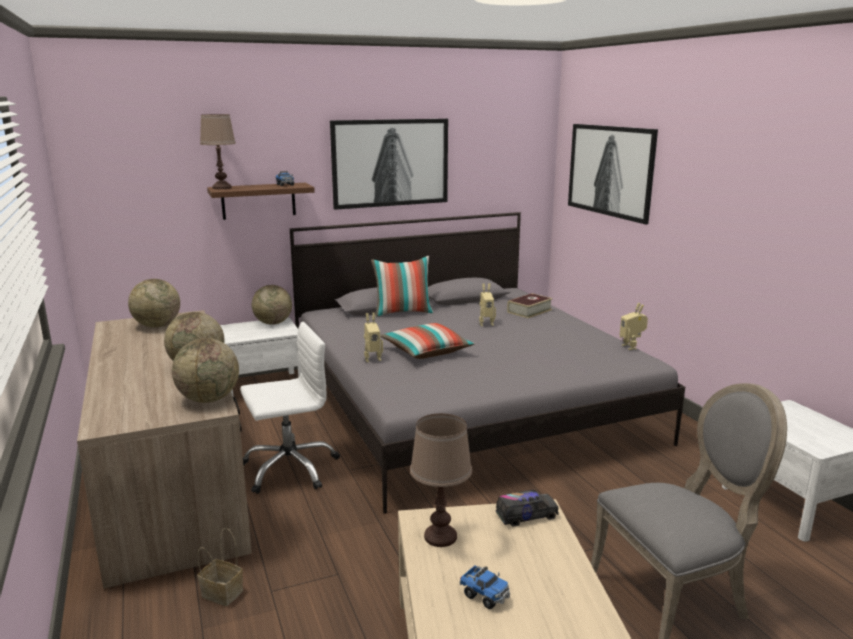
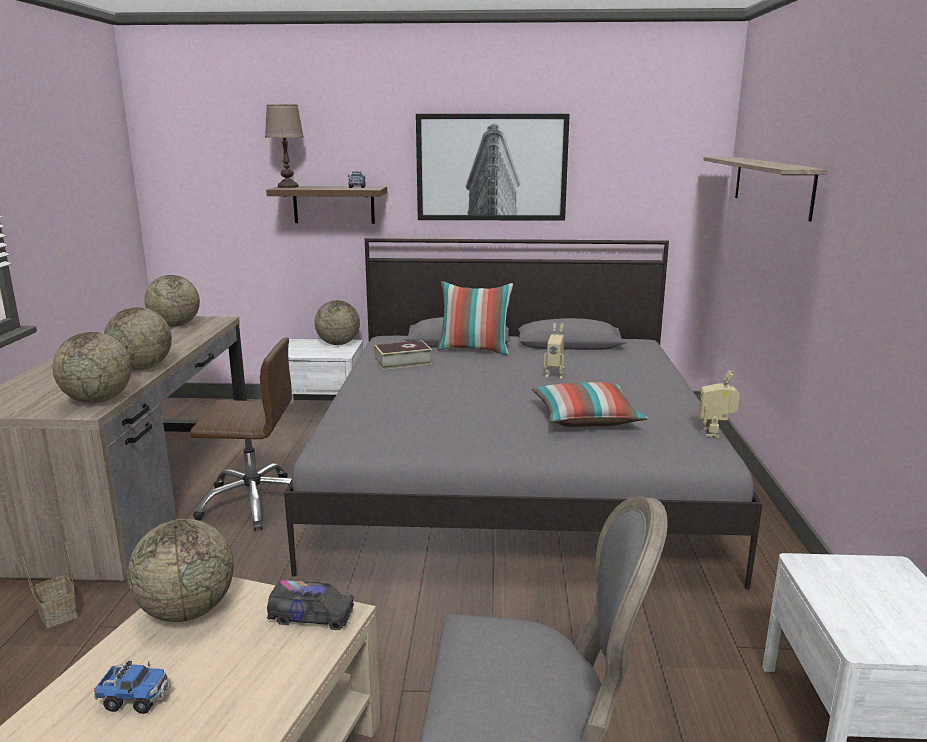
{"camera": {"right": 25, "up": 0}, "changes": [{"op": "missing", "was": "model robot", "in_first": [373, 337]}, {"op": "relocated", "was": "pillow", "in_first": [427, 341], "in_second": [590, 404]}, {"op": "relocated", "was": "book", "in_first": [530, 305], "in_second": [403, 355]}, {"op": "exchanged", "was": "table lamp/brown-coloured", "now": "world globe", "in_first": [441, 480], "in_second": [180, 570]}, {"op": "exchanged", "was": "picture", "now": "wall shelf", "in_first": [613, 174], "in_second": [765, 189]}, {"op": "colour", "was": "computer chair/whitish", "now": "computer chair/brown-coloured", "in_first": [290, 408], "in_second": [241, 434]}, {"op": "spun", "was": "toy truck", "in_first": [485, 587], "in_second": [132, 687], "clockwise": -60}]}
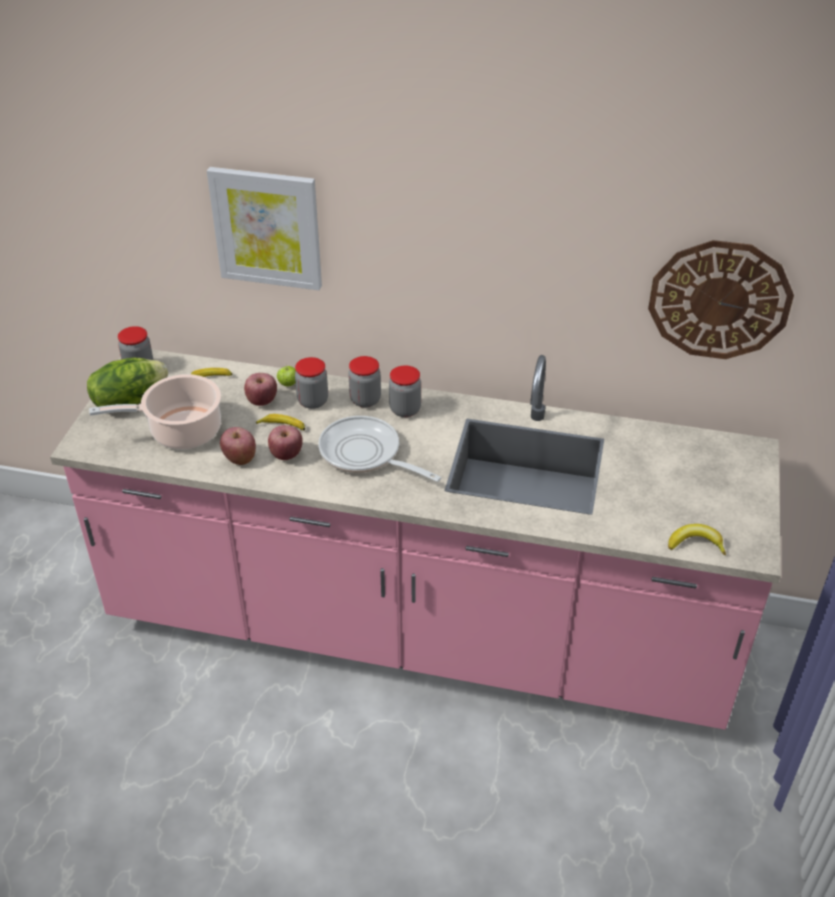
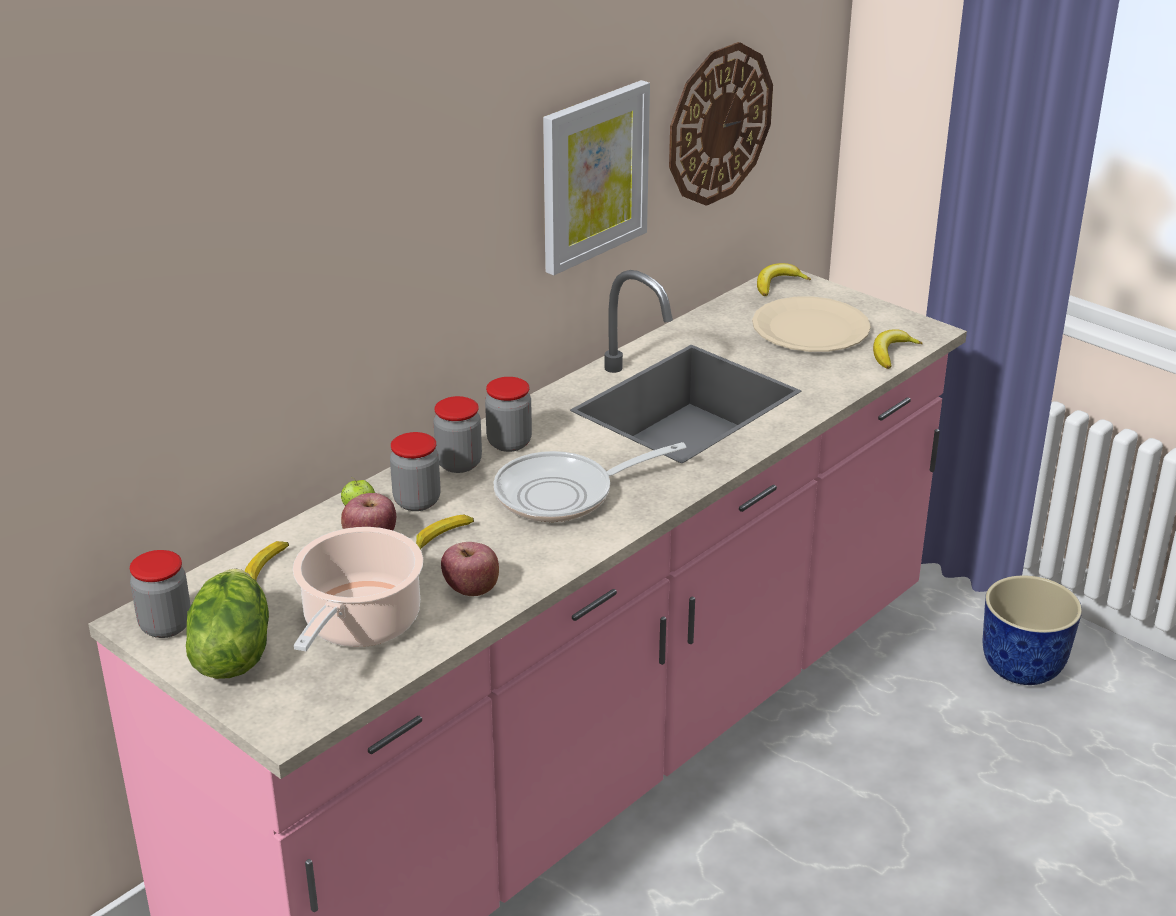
{"camera": {"right": -60, "up": -10}, "changes": [{"op": "missing", "was": "apple fruit", "in_first": [285, 442]}, {"op": "appeared", "now": "flat dish/beige", "in_second": [811, 324]}, {"op": "appeared", "now": "whole banana", "in_second": [784, 279]}, {"op": "appeared", "now": "planter", "in_second": [1032, 630]}, {"op": "relocated", "was": "picture", "in_first": [264, 228], "in_second": [596, 177]}]}
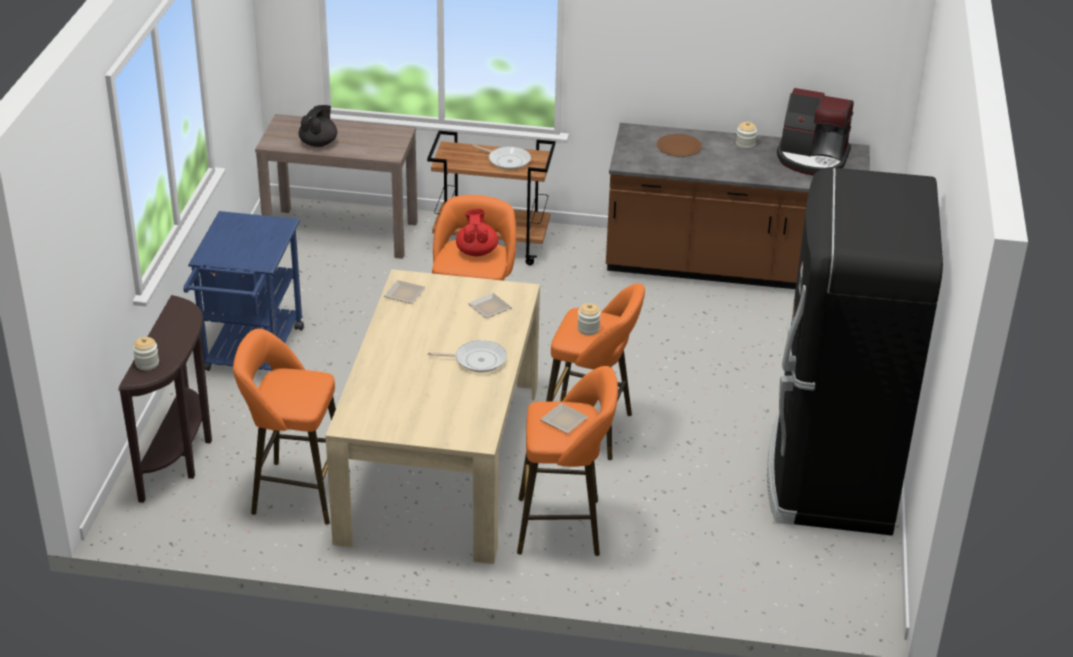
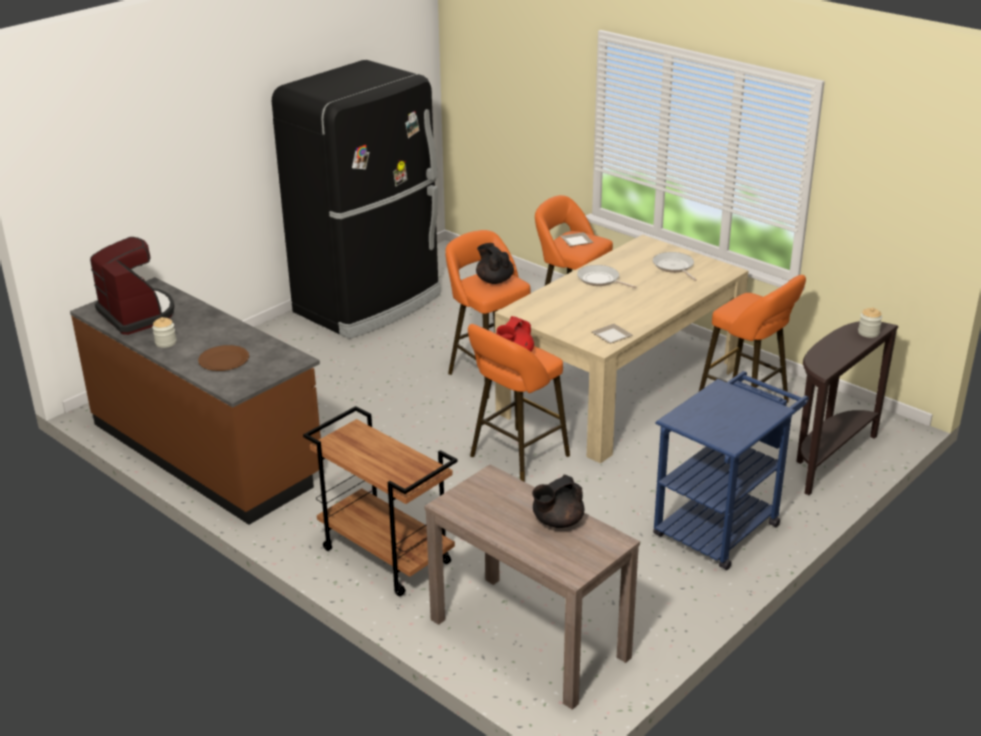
{"camera": {"right": -145, "up": -5}, "changes": [{"op": "missing", "was": "flat dish", "in_first": [490, 305]}, {"op": "relocated", "was": "skillet", "in_first": [502, 157], "in_second": [675, 266]}, {"op": "exchanged", "was": "jar", "now": "teapot/blackish", "in_first": [589, 319], "in_second": [495, 263]}]}
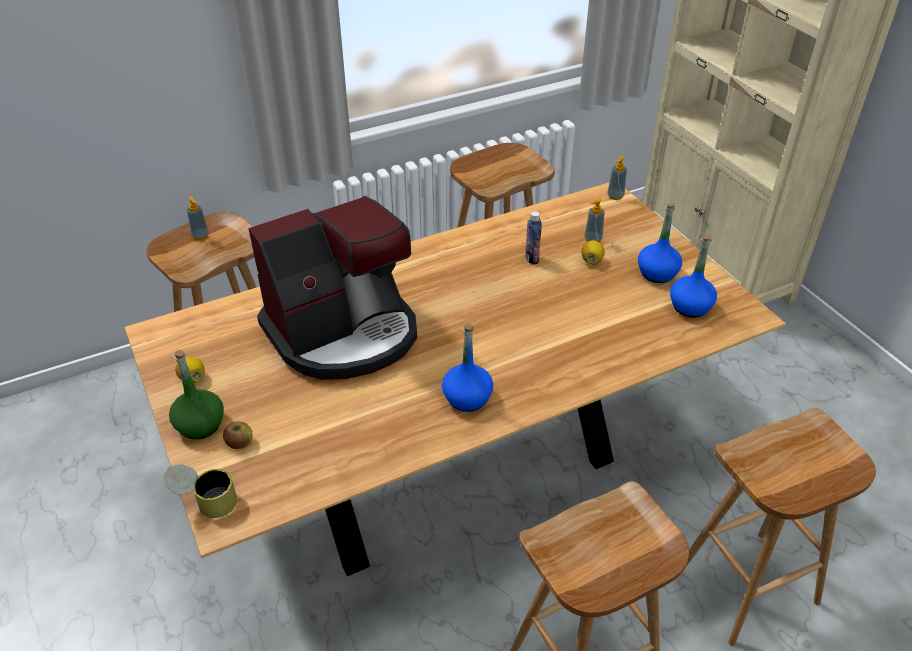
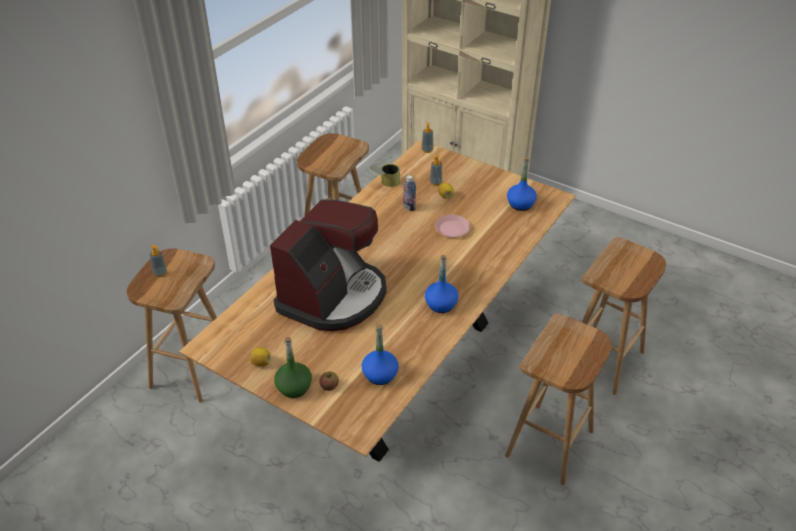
{"camera": {"right": -30, "up": 0}, "changes": [{"op": "appeared", "now": "flat dish/pink-coloured", "in_second": [452, 226]}, {"op": "relocated", "was": "metal can", "in_first": [200, 491], "in_second": [385, 175]}, {"op": "relocated", "was": "drink bottle/blue", "in_first": [660, 243], "in_second": [380, 354]}]}
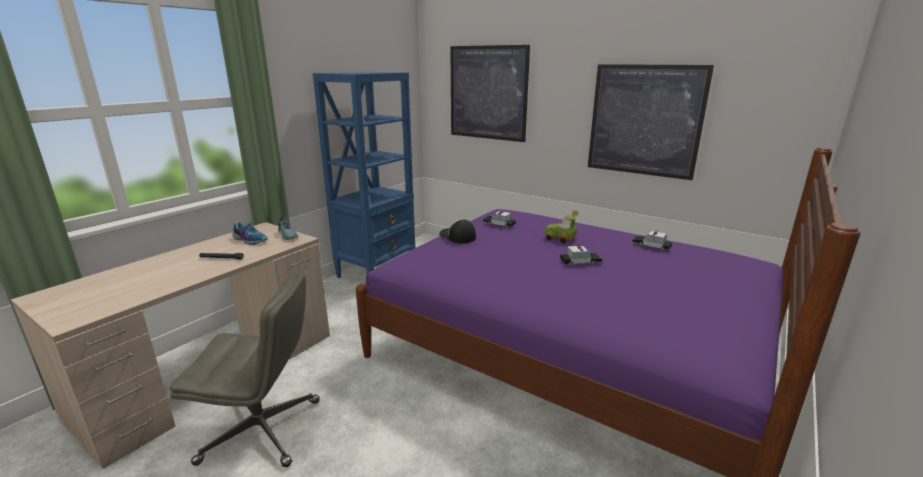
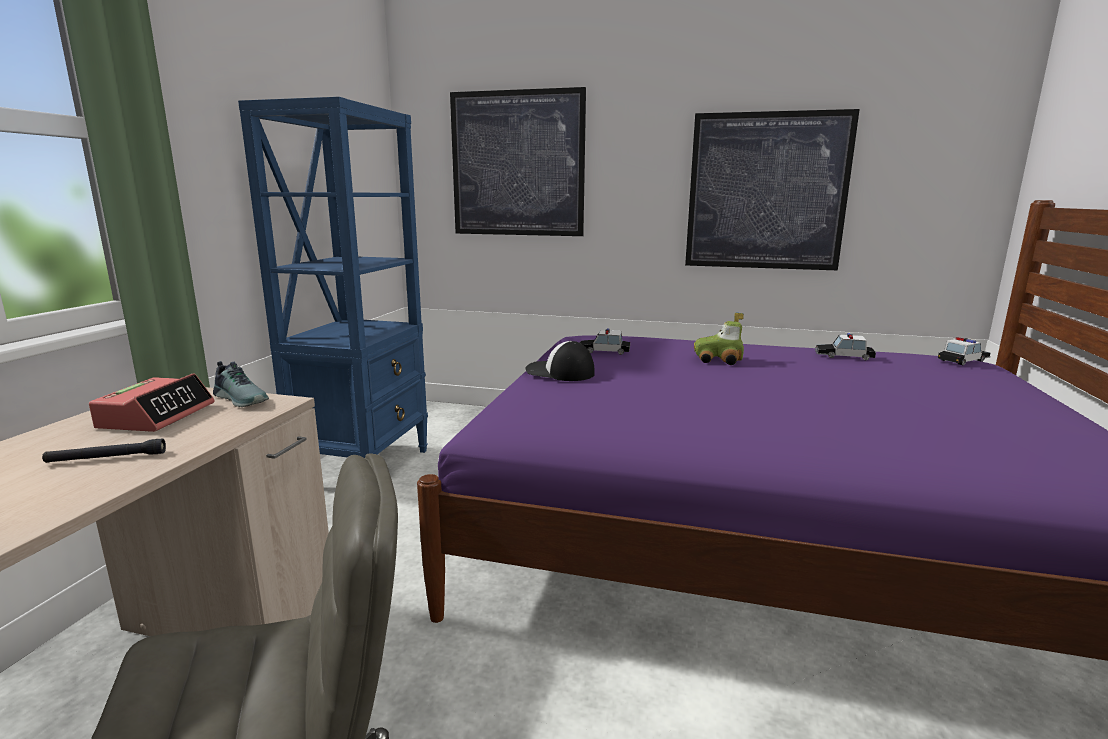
{"camera": {"right": -20, "up": -5}, "changes": [{"op": "relocated", "was": "miniature car", "in_first": [581, 255], "in_second": [964, 351]}, {"op": "exchanged", "was": "low shoe", "now": "bedside clock", "in_first": [249, 232], "in_second": [152, 402]}]}
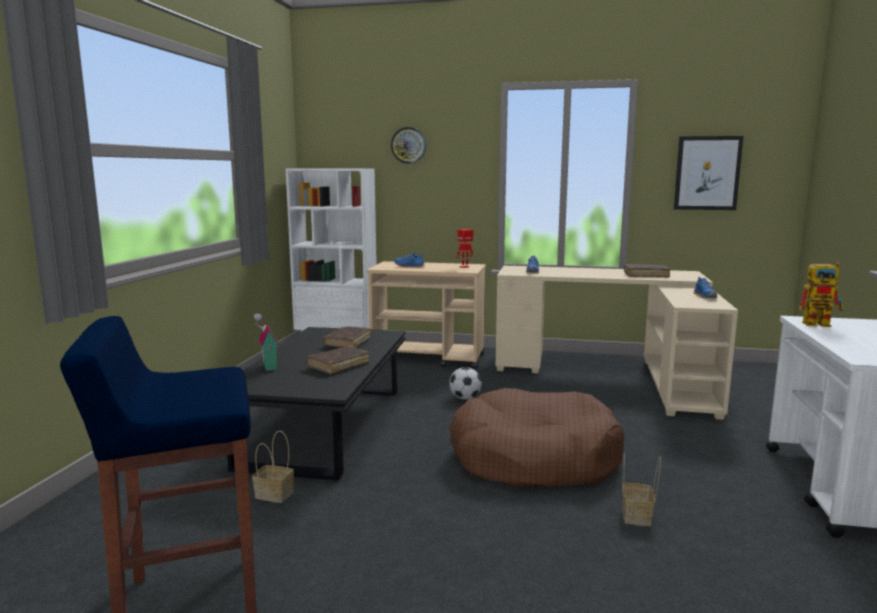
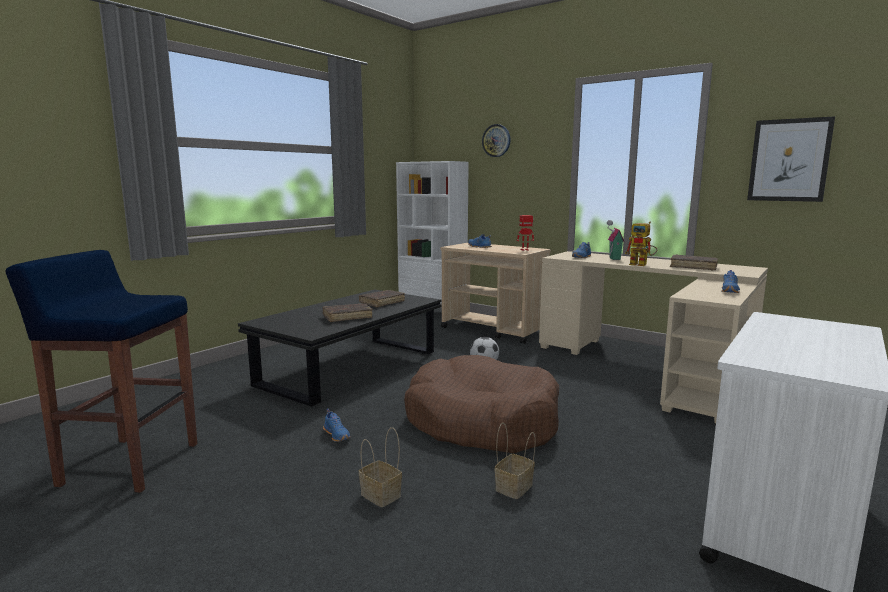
{"camera": {"right": 25, "up": 0}, "changes": [{"op": "appeared", "now": "low shoe/blue", "in_second": [336, 425]}, {"op": "relocated", "was": "household basket", "in_first": [273, 467], "in_second": [380, 467]}, {"op": "relocated", "was": "miniature house", "in_first": [266, 342], "in_second": [615, 240]}, {"op": "relocated", "was": "model robot", "in_first": [821, 294], "in_second": [641, 243]}]}
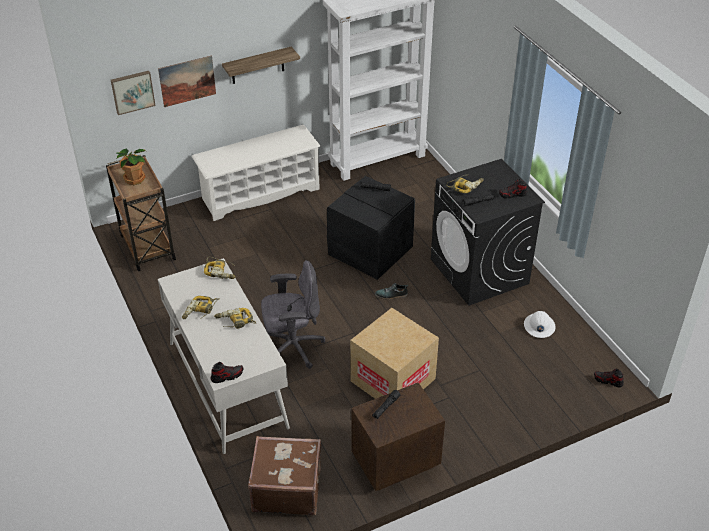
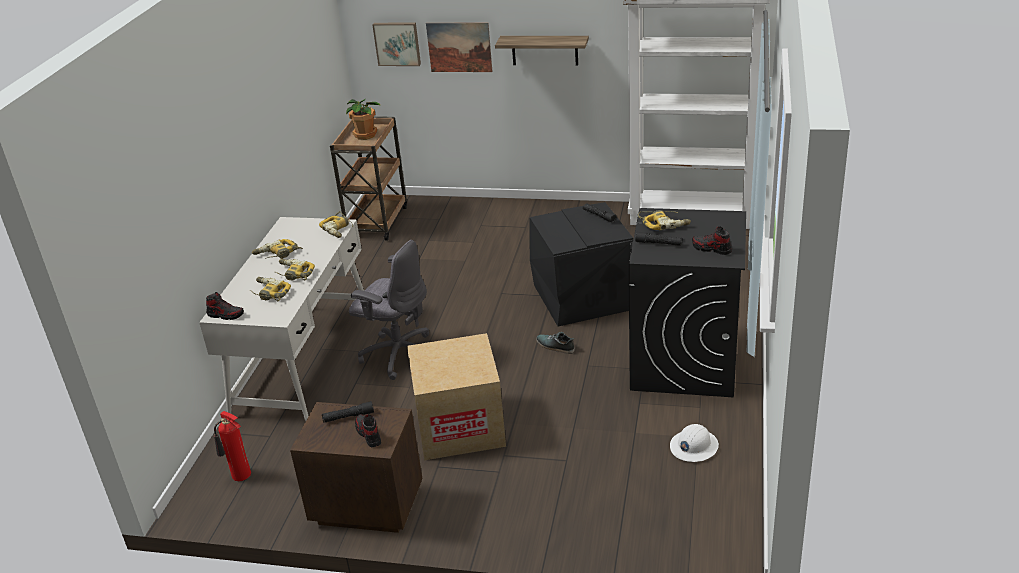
{"camera": {"right": 40, "up": -10}, "changes": [{"op": "missing", "was": "shoe stand/whitish", "in_first": [256, 173]}, {"op": "appeared", "now": "electric drill", "in_second": [270, 289]}, {"op": "relocated", "was": "low shoe", "in_first": [609, 378], "in_second": [368, 430]}, {"op": "exchanged", "was": "piece of luggage/brown-coloured", "now": "fire extinguisher", "in_first": [284, 475], "in_second": [232, 446]}]}
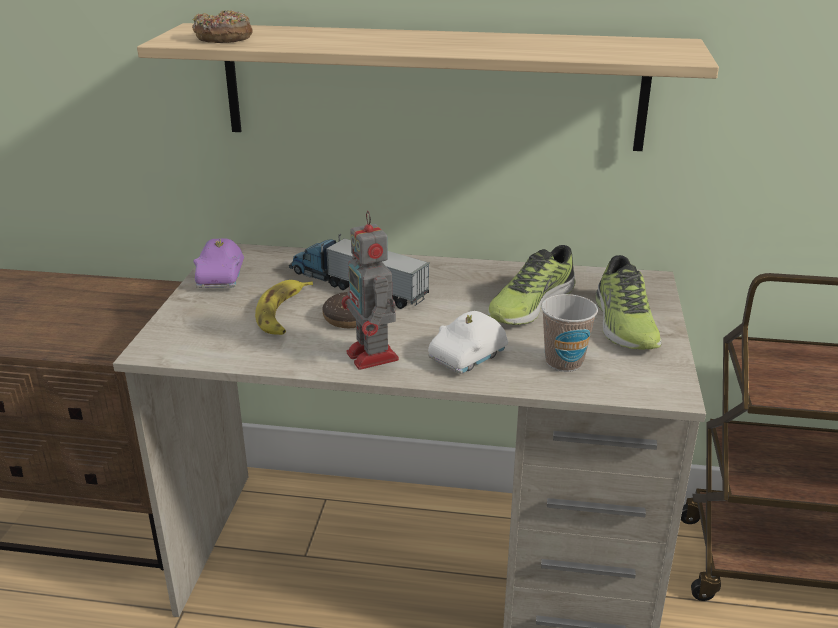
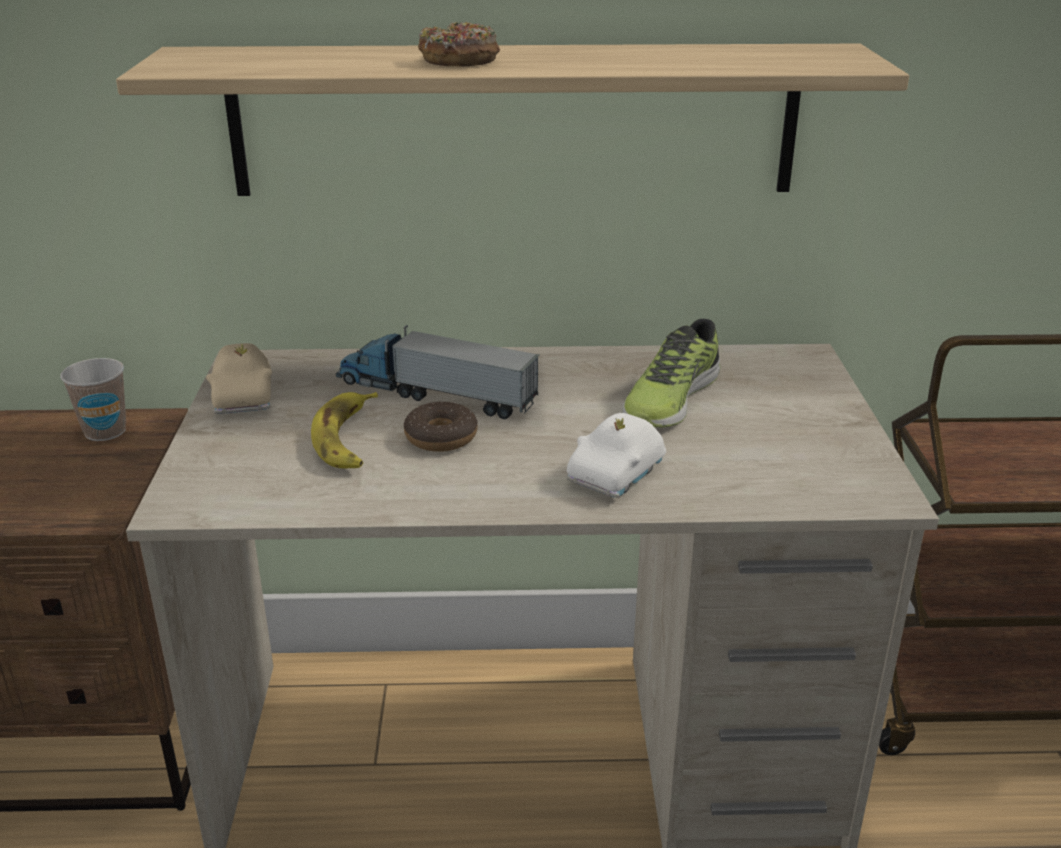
{"camera": {"right": -10, "up": 0}, "changes": [{"op": "missing", "was": "model robot", "in_first": [370, 290]}, {"op": "missing", "was": "low shoe", "in_first": [629, 302]}, {"op": "relocated", "was": "ring doughnut", "in_first": [222, 26], "in_second": [459, 44]}, {"op": "relocated", "was": "cup", "in_first": [569, 333], "in_second": [93, 399]}, {"op": "colour", "was": "miniature car/purple", "now": "miniature car/beige", "in_first": [218, 263], "in_second": [239, 378]}]}
